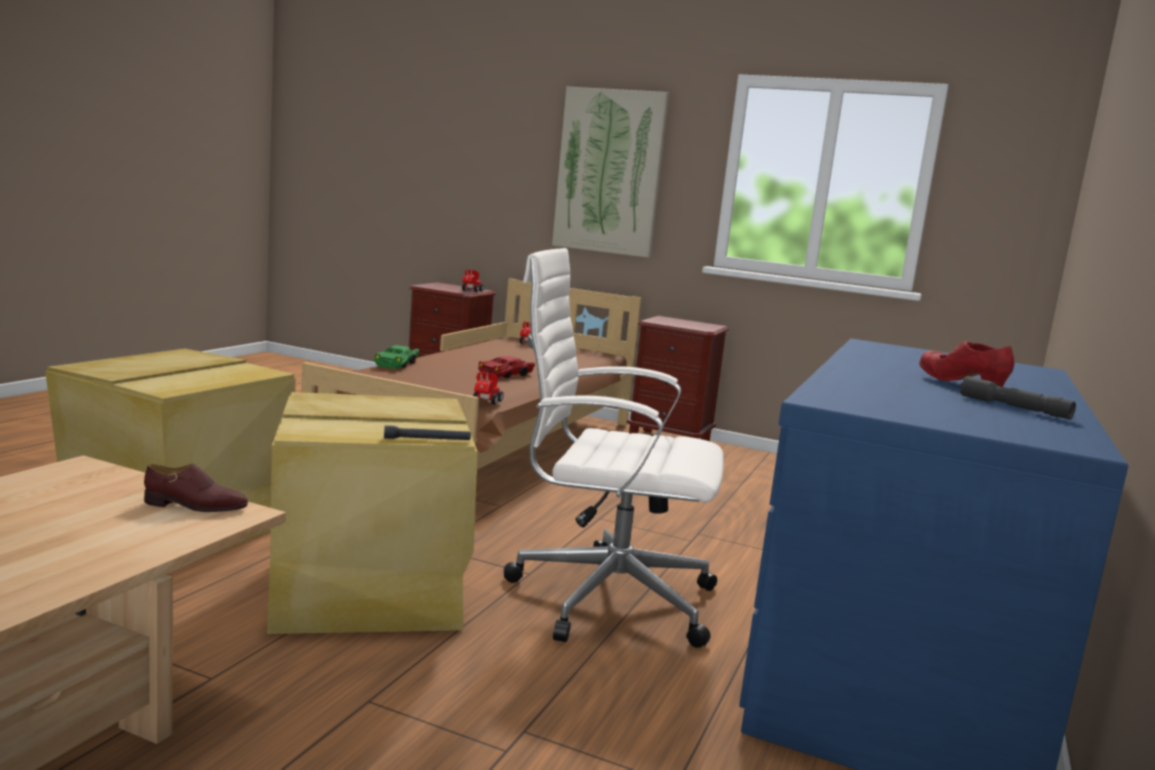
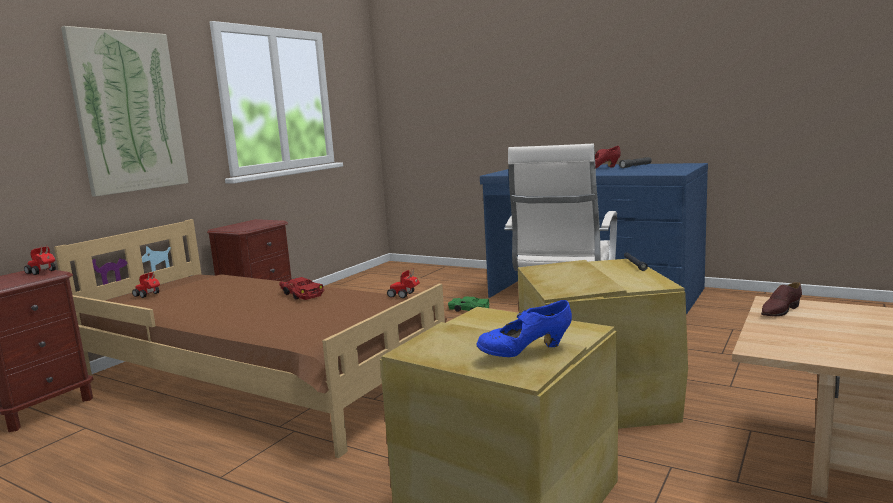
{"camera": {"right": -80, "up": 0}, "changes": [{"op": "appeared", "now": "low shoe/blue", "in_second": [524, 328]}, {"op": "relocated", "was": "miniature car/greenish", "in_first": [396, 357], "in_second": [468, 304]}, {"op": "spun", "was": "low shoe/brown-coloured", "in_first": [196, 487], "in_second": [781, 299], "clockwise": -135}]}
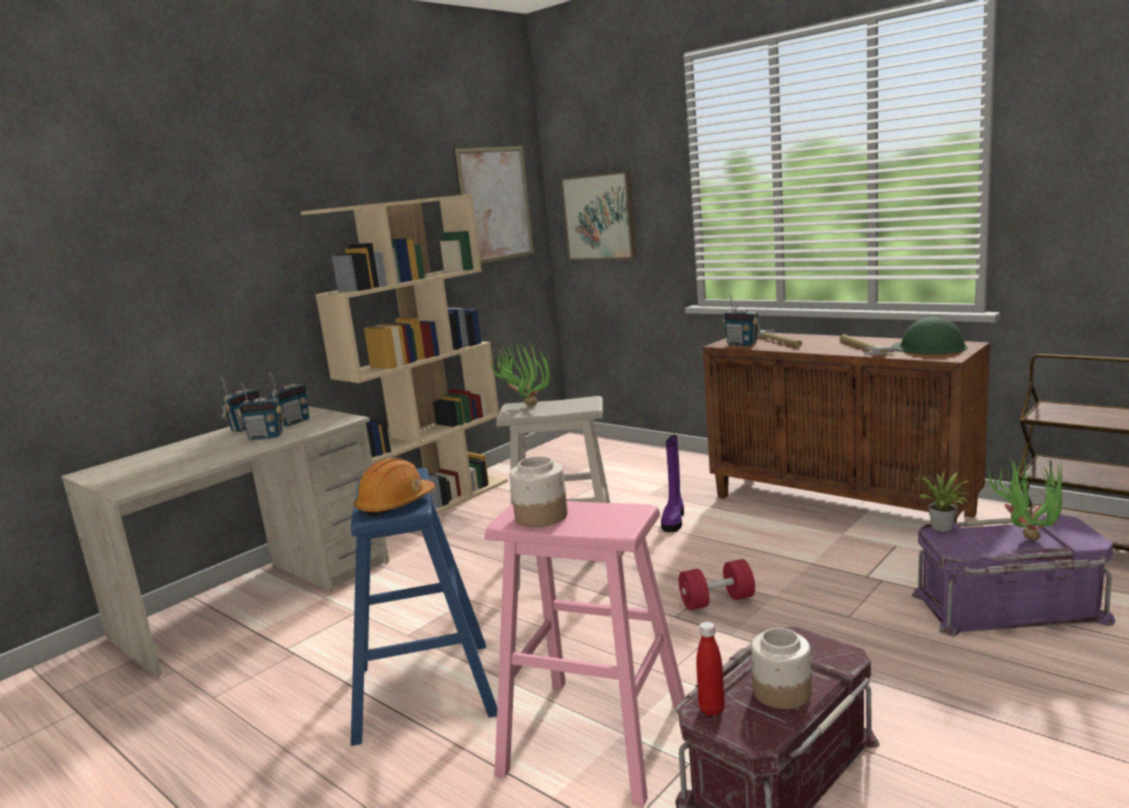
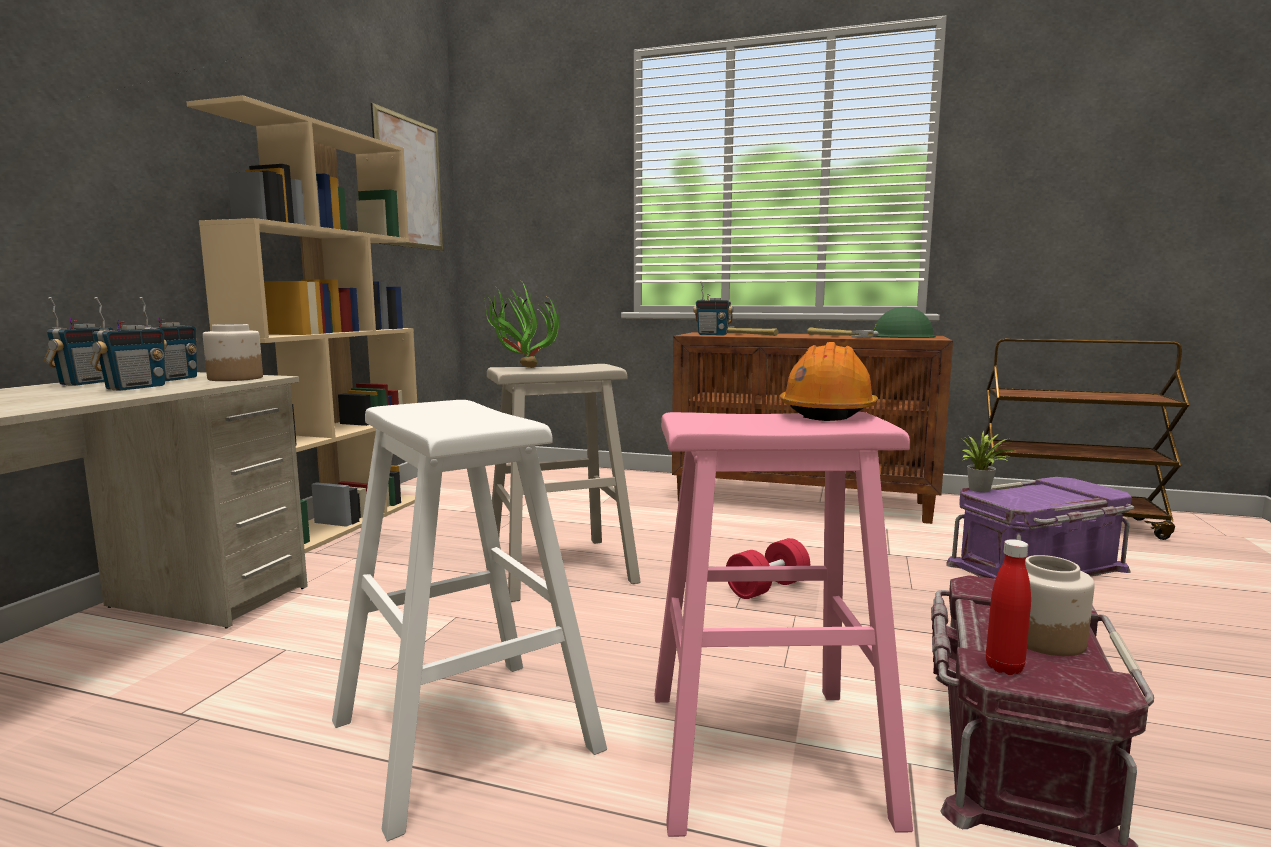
{"camera": {"right": -25, "up": -5}, "changes": [{"op": "missing", "was": "picture", "in_first": [599, 216]}, {"op": "missing", "was": "tall boot/purple", "in_first": [672, 483]}, {"op": "missing", "was": "plant in a pot", "in_first": [1022, 498]}, {"op": "relocated", "was": "safety helmet/orange-coloured", "in_first": [394, 487], "in_second": [829, 381]}, {"op": "relocated", "was": "jar", "in_first": [539, 491], "in_second": [233, 352]}, {"op": "colour", "was": "stool seat/blue", "now": "stool seat/whitish", "in_first": [424, 607], "in_second": [469, 621]}, {"op": "spun", "was": "radio set", "in_first": [261, 411], "in_second": [128, 344], "clockwise": -45}]}
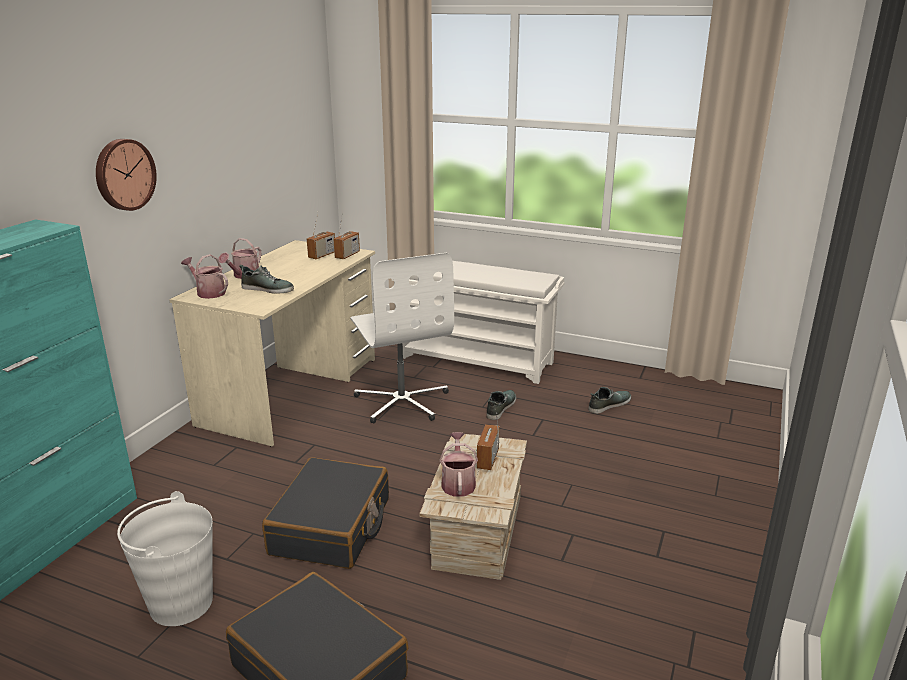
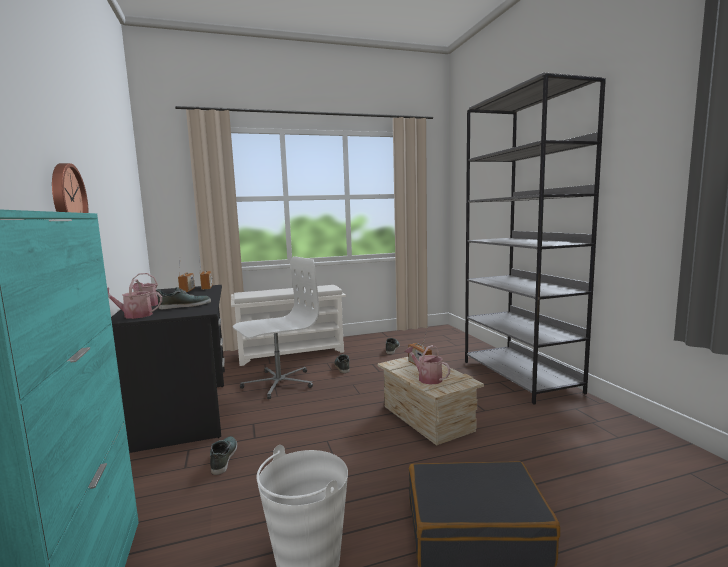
{"camera": {"right": -40, "up": -15}, "changes": [{"op": "missing", "was": "piece of luggage/blackish", "in_first": [325, 513]}, {"op": "appeared", "now": "low shoe", "in_second": [223, 455]}, {"op": "appeared", "now": "bookcase/gray", "in_second": [535, 238]}, {"op": "colour", "was": "desk table/beige", "now": "desk table/blackish", "in_first": [272, 343], "in_second": [168, 369]}, {"op": "spun", "was": "computer chair/whitish", "in_first": [402, 338], "in_second": [276, 327], "clockwise": -60}]}
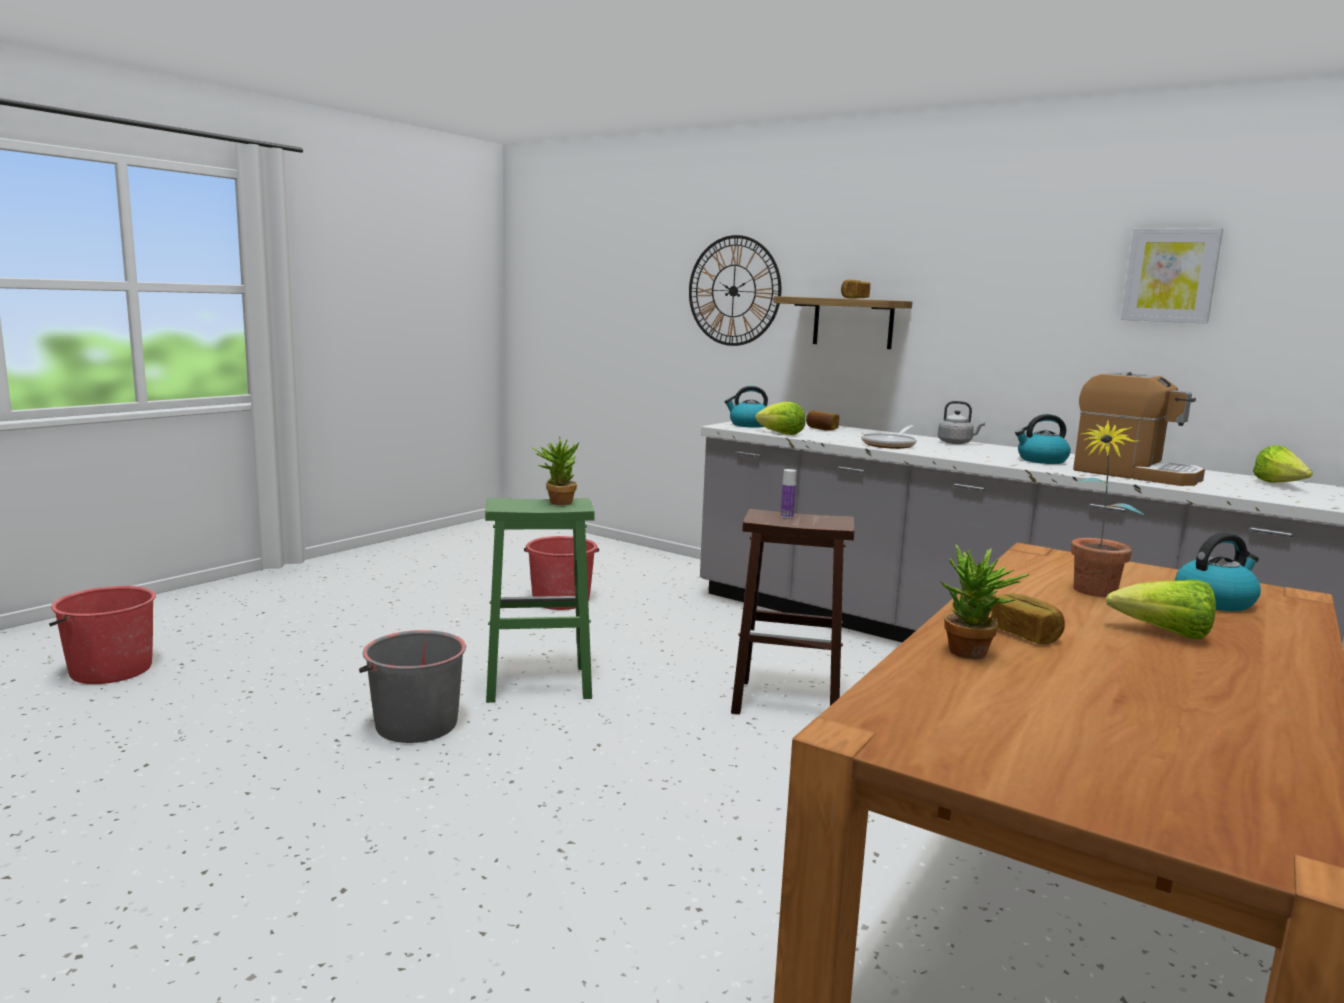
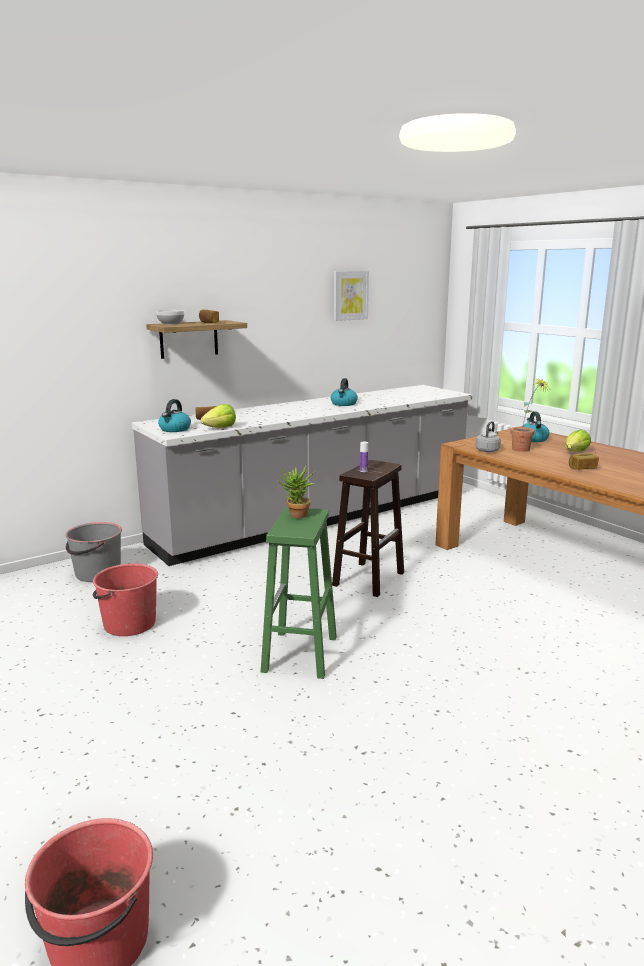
{"camera": {"right": -70, "up": 5}, "changes": [{"op": "missing", "was": "wall clock", "in_first": [735, 290]}, {"op": "missing", "was": "skillet", "in_first": [889, 437]}, {"op": "missing", "was": "plant in a pot", "in_first": [984, 602]}, {"op": "missing", "was": "coffee maker", "in_first": [1139, 428]}, {"op": "missing", "was": "lettuce head", "in_first": [1283, 464]}, {"op": "appeared", "now": "deep dish", "in_second": [170, 317]}, {"op": "relocated", "was": "bucket/gray", "in_first": [412, 686], "in_second": [93, 552]}, {"op": "relocated", "was": "water kettle/gray", "in_first": [961, 422], "in_second": [488, 436]}]}
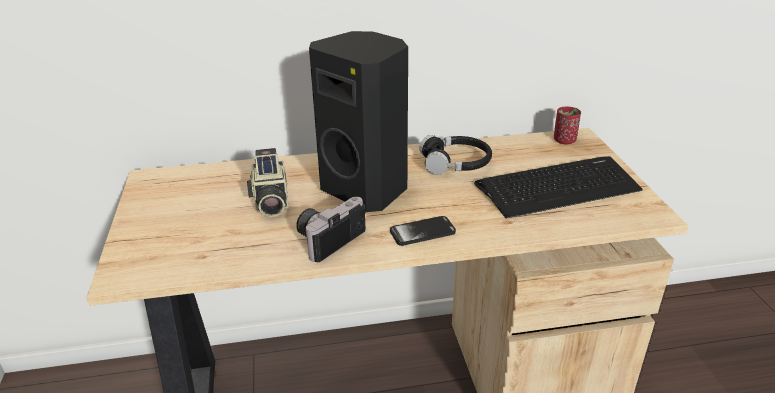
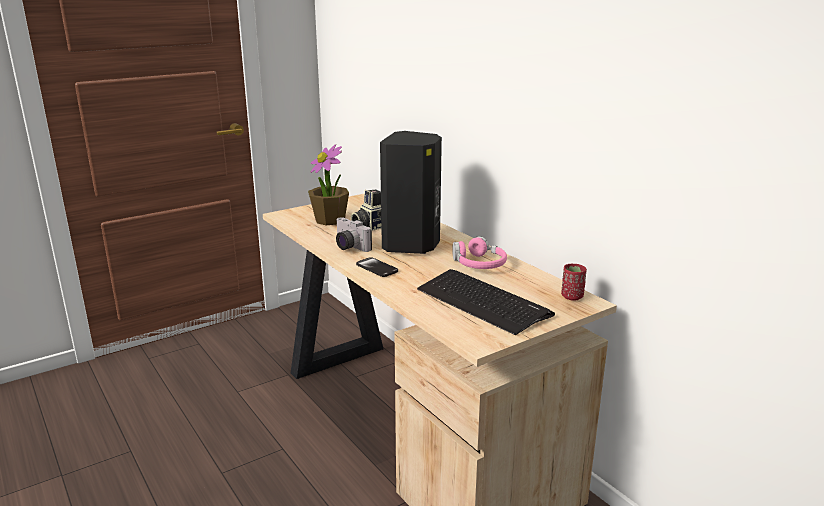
{"camera": {"right": 65, "up": -10}, "changes": [{"op": "appeared", "now": "plant in a pot", "in_second": [328, 184]}, {"op": "colour", "was": "headphones/blackish", "now": "headphones/pink-coloured", "in_first": [455, 155], "in_second": [479, 252]}, {"op": "spun", "was": "photo camera", "in_first": [331, 229], "in_second": [354, 234], "clockwise": -150}]}
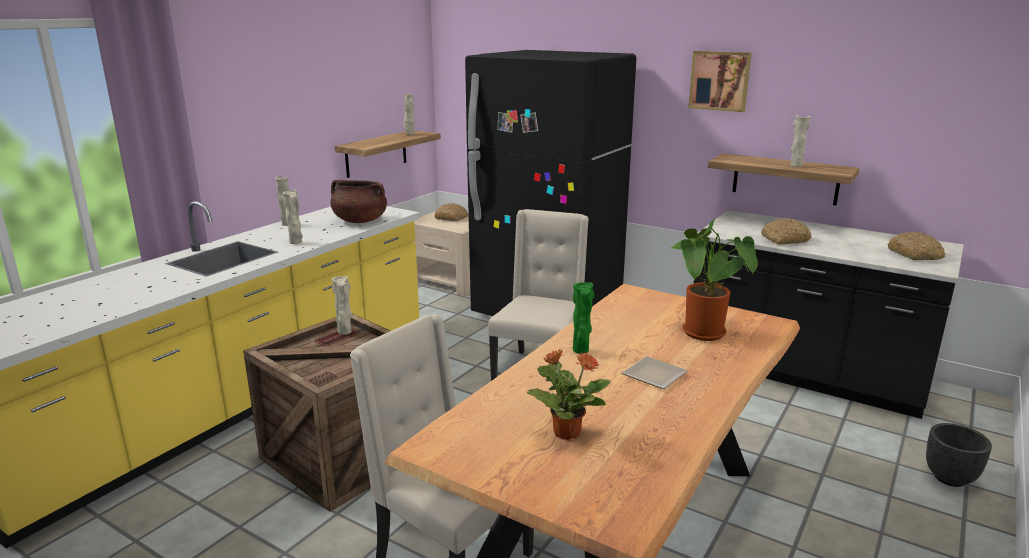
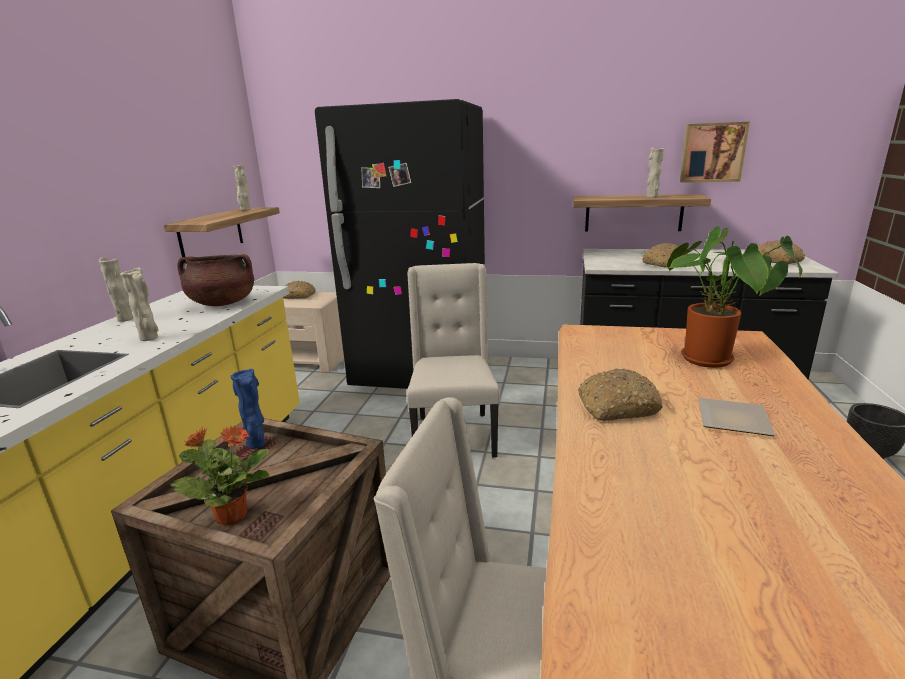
{"camera": {"right": -20, "up": 0}, "changes": [{"op": "relocated", "was": "plant in a pot", "in_first": [569, 394], "in_second": [220, 475]}, {"op": "relocated", "was": "picture", "in_first": [720, 81], "in_second": [715, 152]}, {"op": "exchanged", "was": "decorative vase/greenish", "now": "baked bread", "in_first": [583, 318], "in_second": [620, 395]}, {"op": "colour", "was": "decorative vase/beige", "now": "decorative vase/blue", "in_first": [341, 305], "in_second": [248, 409]}]}
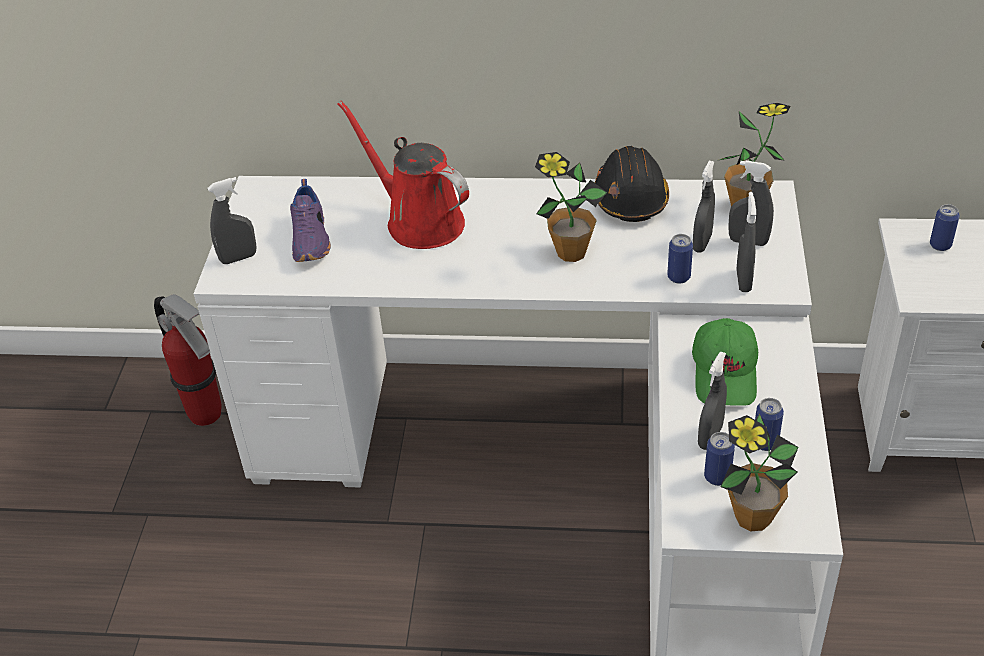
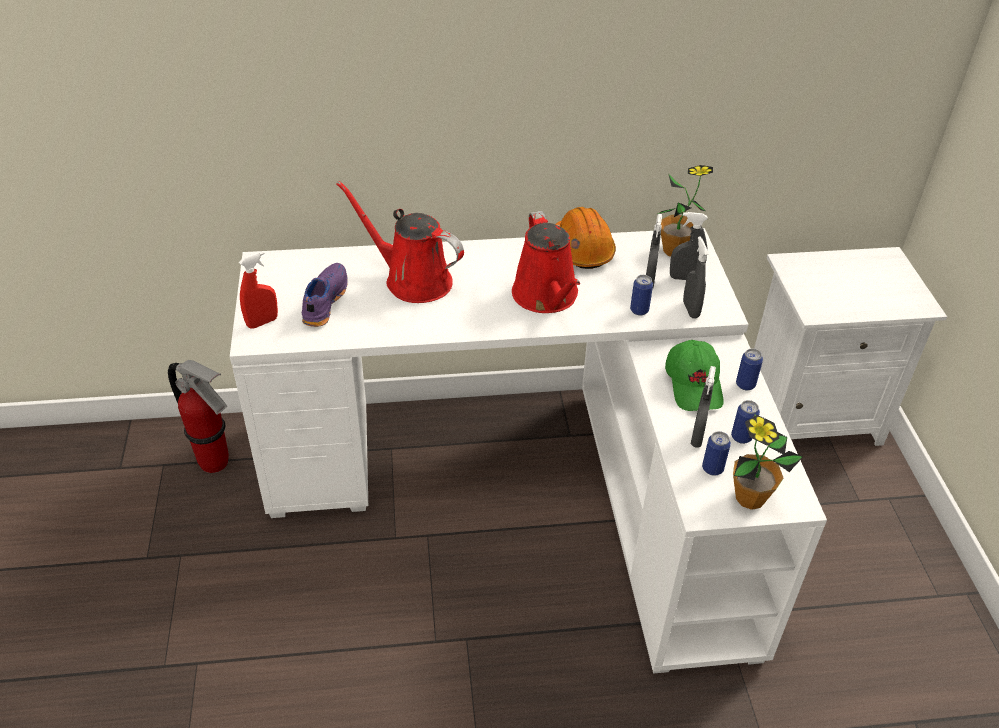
{"camera": {"right": -15, "up": 0}, "changes": [{"op": "relocated", "was": "metal can", "in_first": [945, 227], "in_second": [749, 369]}, {"op": "exchanged", "was": "plant in a pot", "now": "watering pot/red-coloured", "in_first": [571, 207], "in_second": [546, 262]}, {"op": "colour", "was": "sprayer/gray", "now": "sprayer/red-coloured", "in_first": [232, 220], "in_second": [258, 290]}, {"op": "colour", "was": "safety helmet/blackish", "now": "safety helmet/orange-coloured", "in_first": [632, 184], "in_second": [586, 238]}, {"op": "spun", "was": "low shoe/purple", "in_first": [310, 220], "in_second": [325, 295], "clockwise": -150}]}
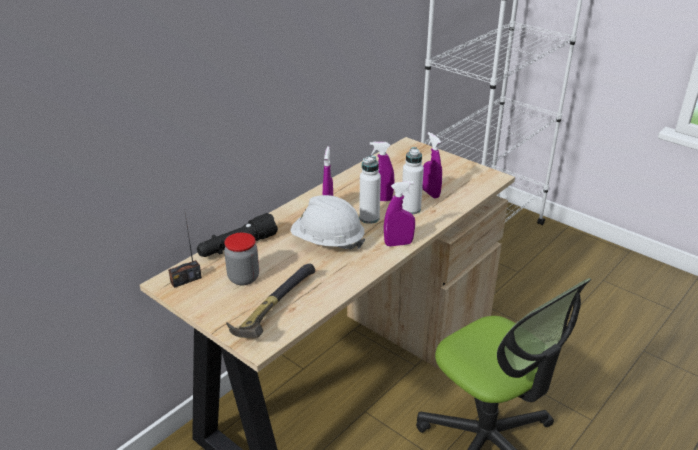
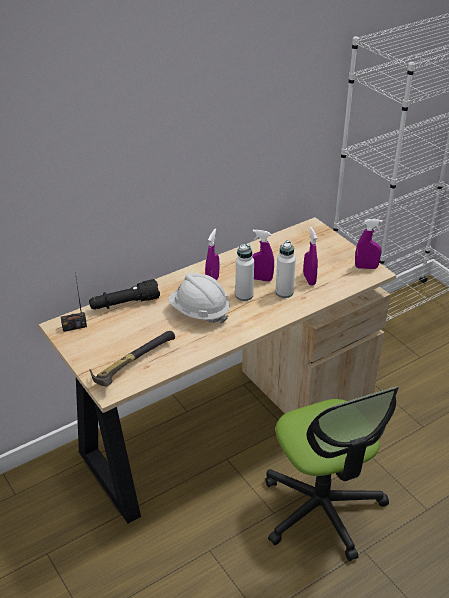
{"camera": {"right": 15, "up": 5}, "changes": [{"op": "missing", "was": "jar", "in_first": [241, 259]}, {"op": "relocated", "was": "sprayer/purple", "in_first": [399, 213], "in_second": [369, 244]}]}
